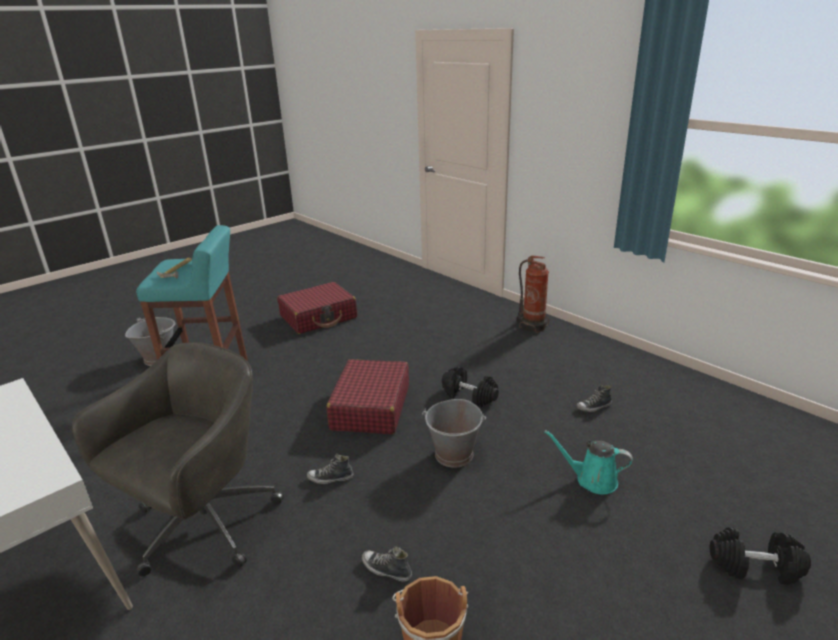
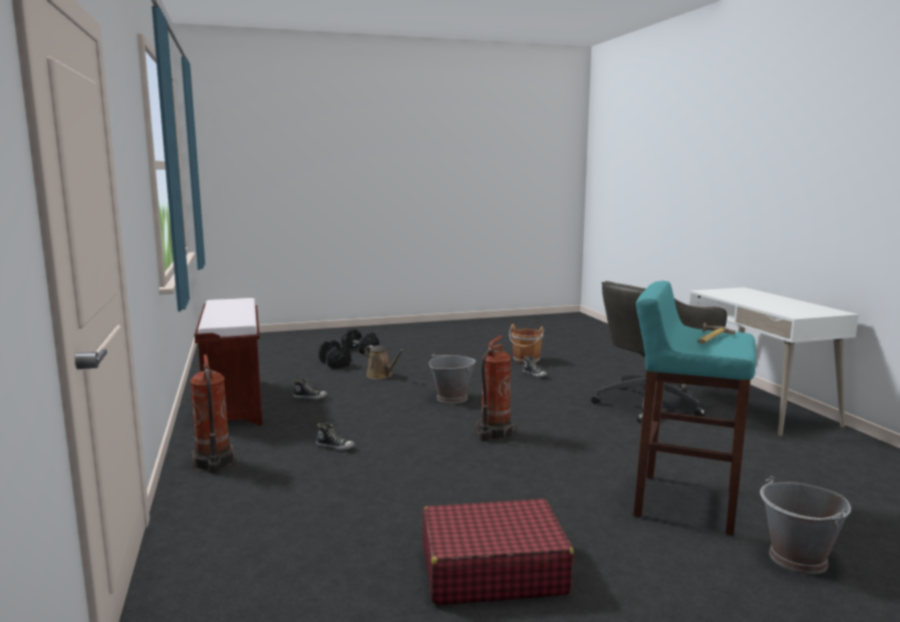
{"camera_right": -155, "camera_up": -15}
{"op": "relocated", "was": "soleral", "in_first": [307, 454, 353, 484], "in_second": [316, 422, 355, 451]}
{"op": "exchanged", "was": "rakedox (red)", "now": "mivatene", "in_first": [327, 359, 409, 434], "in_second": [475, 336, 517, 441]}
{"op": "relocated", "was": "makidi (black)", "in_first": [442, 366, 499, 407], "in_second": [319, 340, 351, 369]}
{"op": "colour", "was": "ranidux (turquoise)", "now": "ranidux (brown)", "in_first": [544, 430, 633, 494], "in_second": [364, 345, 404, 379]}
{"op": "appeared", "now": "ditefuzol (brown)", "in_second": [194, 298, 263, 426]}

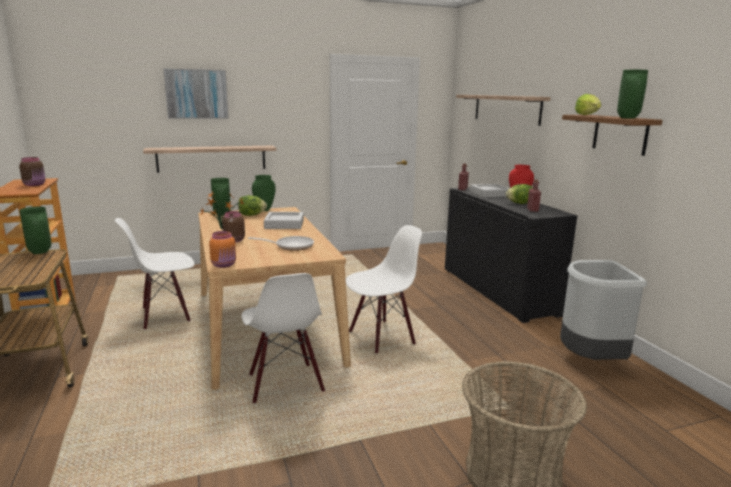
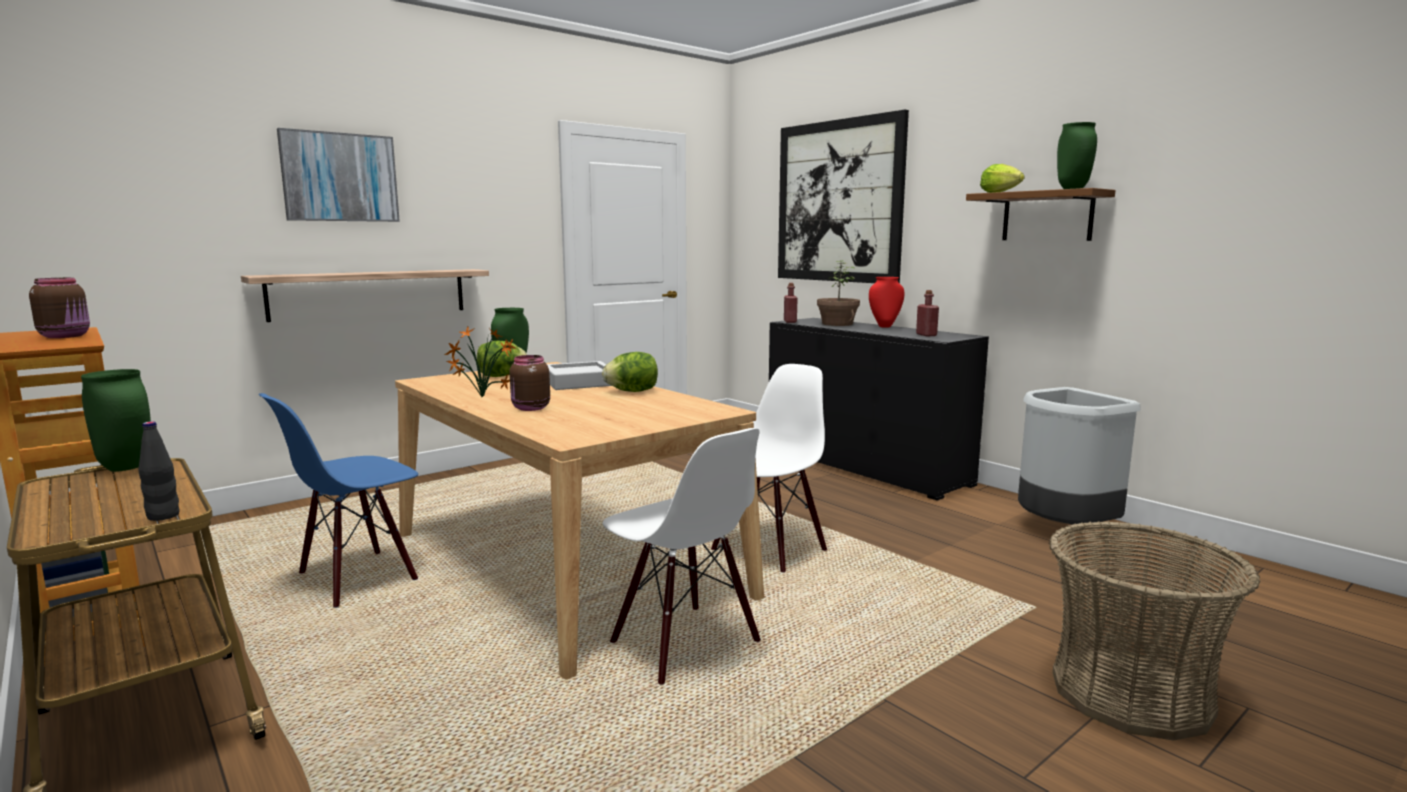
{"camera_right": -20, "camera_up": -5}
{"op": "colour", "was": "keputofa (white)", "now": "keputofa (blue)", "in_first": [115, 218, 195, 330], "in_second": [259, 393, 418, 608]}
{"op": "missing", "was": "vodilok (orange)", "in_first": [209, 231, 236, 268]}
{"op": "missing", "was": "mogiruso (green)", "in_first": [211, 178, 231, 216]}
{"op": "missing", "was": "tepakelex", "in_first": [248, 236, 314, 251]}
{"op": "exchanged", "was": "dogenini", "now": "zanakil", "in_first": [456, 95, 551, 126], "in_second": [778, 110, 909, 283]}
{"op": "exchanged", "was": "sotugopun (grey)", "now": "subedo", "in_first": [470, 184, 510, 197], "in_second": [817, 260, 860, 326]}
{"op": "relocated", "was": "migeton", "in_first": [506, 184, 533, 204], "in_second": [602, 352, 658, 392]}
{"op": "appeared", "now": "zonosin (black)", "in_second": [139, 421, 179, 521]}

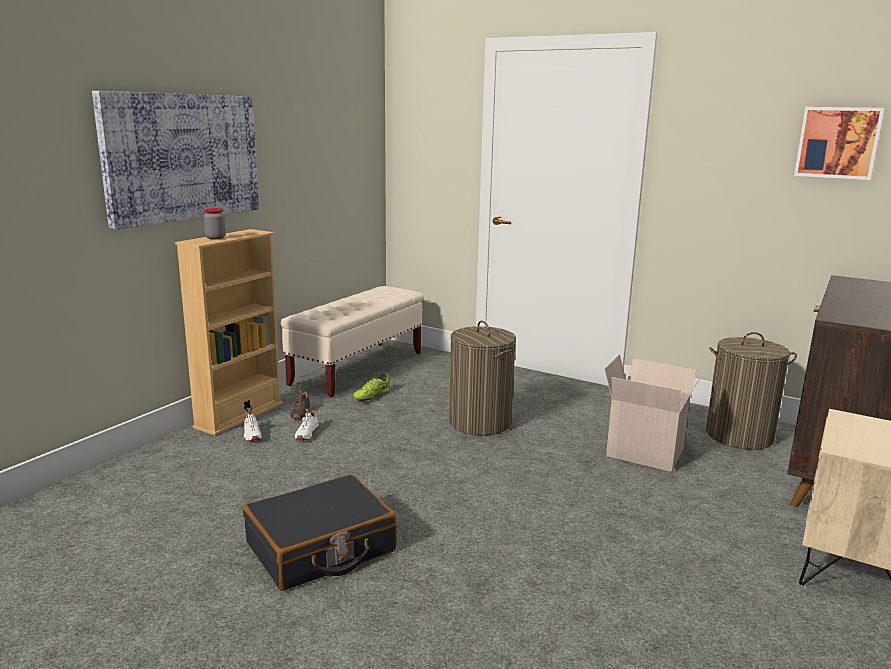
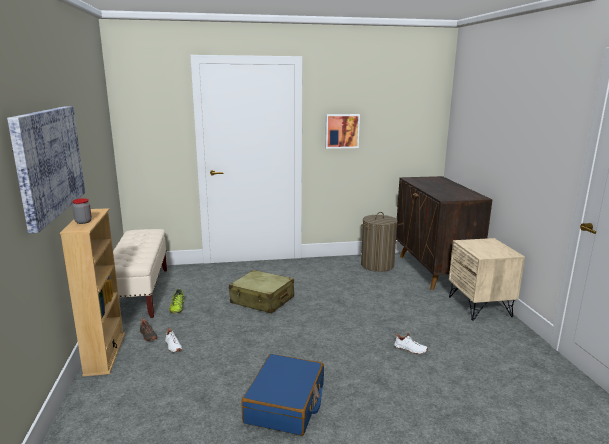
{"camera_right": -40, "camera_up": 0}
{"op": "colour", "was": "rakedox (black)", "now": "rakedox (blue)", "in_first": [243, 475, 397, 591], "in_second": [241, 354, 324, 436]}
{"op": "relocated", "was": "soleral (white)", "in_first": [244, 410, 262, 441], "in_second": [394, 333, 428, 354]}
{"op": "exchanged", "was": "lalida", "now": "rakedox (beige)", "in_first": [449, 320, 516, 436], "in_second": [229, 270, 294, 314]}
{"op": "missing", "was": "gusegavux", "in_first": [604, 354, 705, 472]}
{"op": "relocated", "was": "zanakil", "in_first": [794, 107, 884, 180], "in_second": [325, 114, 360, 149]}

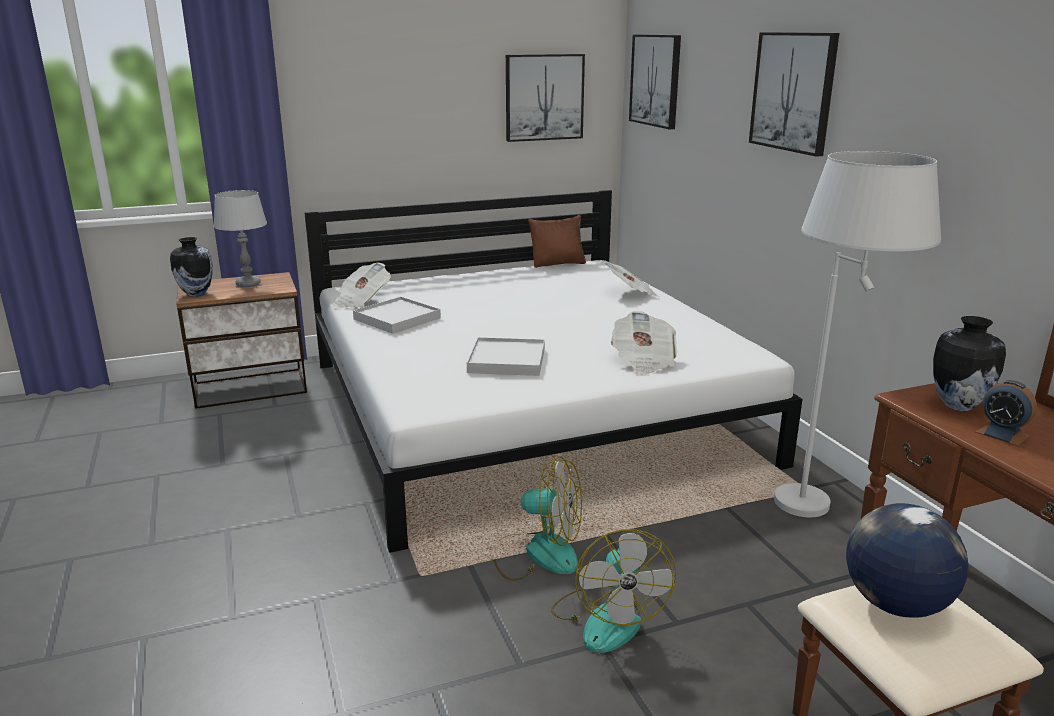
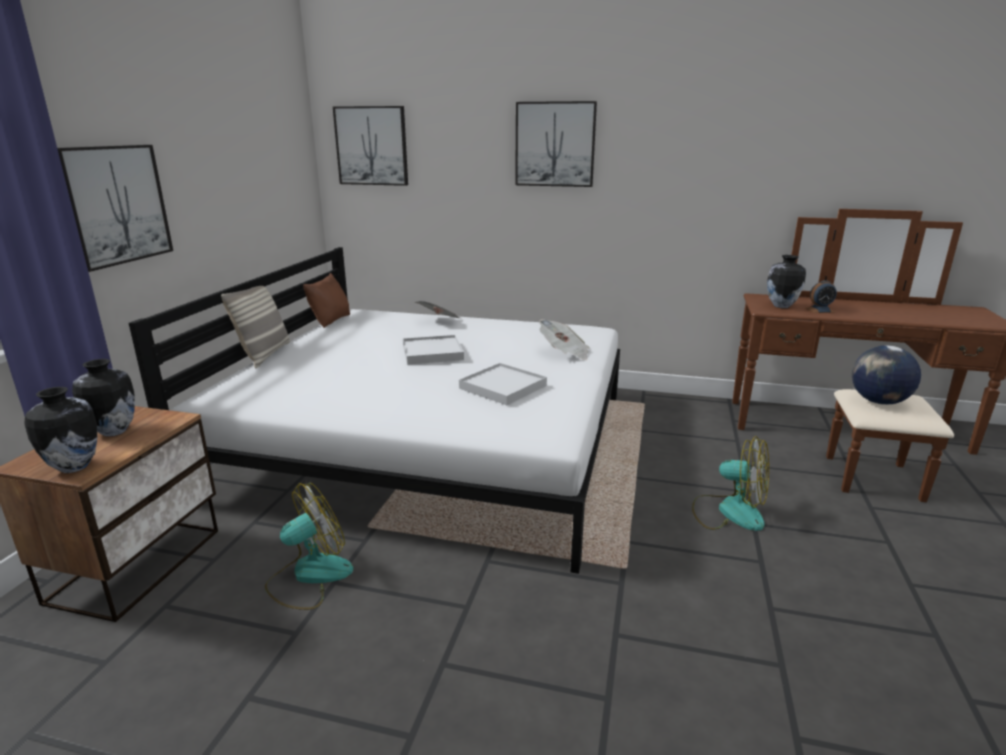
{"camera_right": -55, "camera_up": 0}
{"op": "exchanged", "was": "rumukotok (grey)", "now": "mogiruso", "in_first": [214, 190, 267, 287], "in_second": [72, 359, 135, 437]}
{"op": "missing", "was": "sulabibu", "in_first": [332, 263, 391, 308]}
{"op": "relocated", "was": "sotugopun (white)", "in_first": [353, 297, 441, 334], "in_second": [403, 335, 464, 365]}
{"op": "relocated", "was": "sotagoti", "in_first": [493, 457, 582, 581], "in_second": [265, 483, 353, 610]}
{"op": "relocated", "was": "zanakil", "in_first": [506, 54, 585, 142], "in_second": [57, 145, 173, 272]}
{"op": "missing", "was": "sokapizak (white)", "in_first": [774, 151, 941, 517]}
{"op": "appeared", "now": "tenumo", "in_second": [221, 286, 290, 368]}

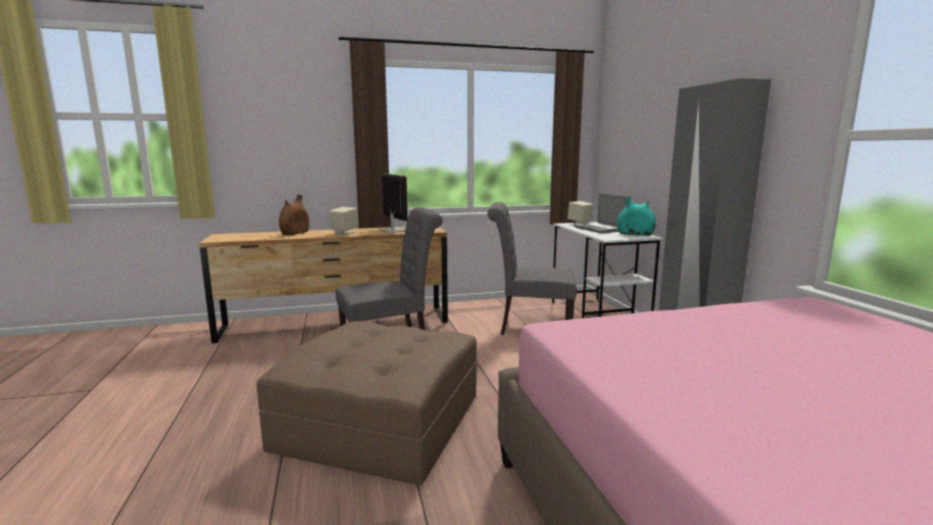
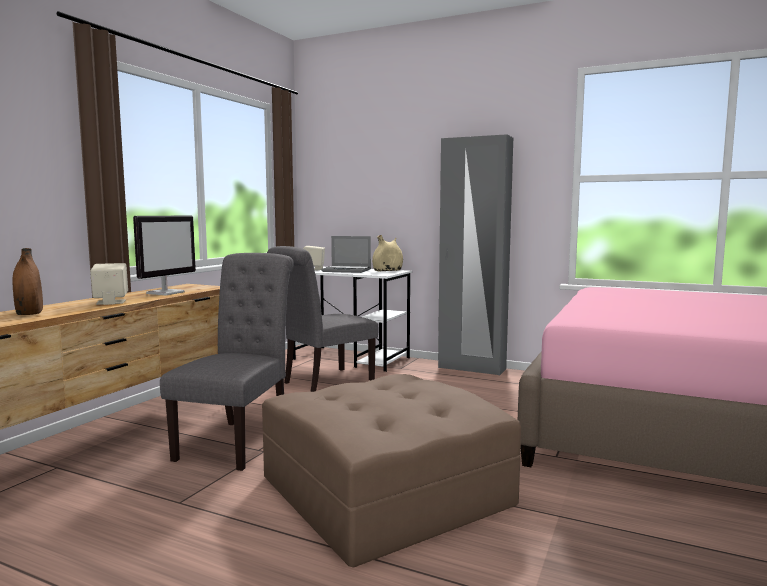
{"camera_right": -50, "camera_up": -5}
{"op": "spun", "was": "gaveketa", "in_first": [381, 174, 408, 233], "in_second": [133, 216, 196, 295], "clockwise": 105}
{"op": "colour", "was": "mogiruso (turquoise)", "now": "mogiruso (beige)", "in_first": [617, 196, 656, 236], "in_second": [372, 235, 403, 271]}

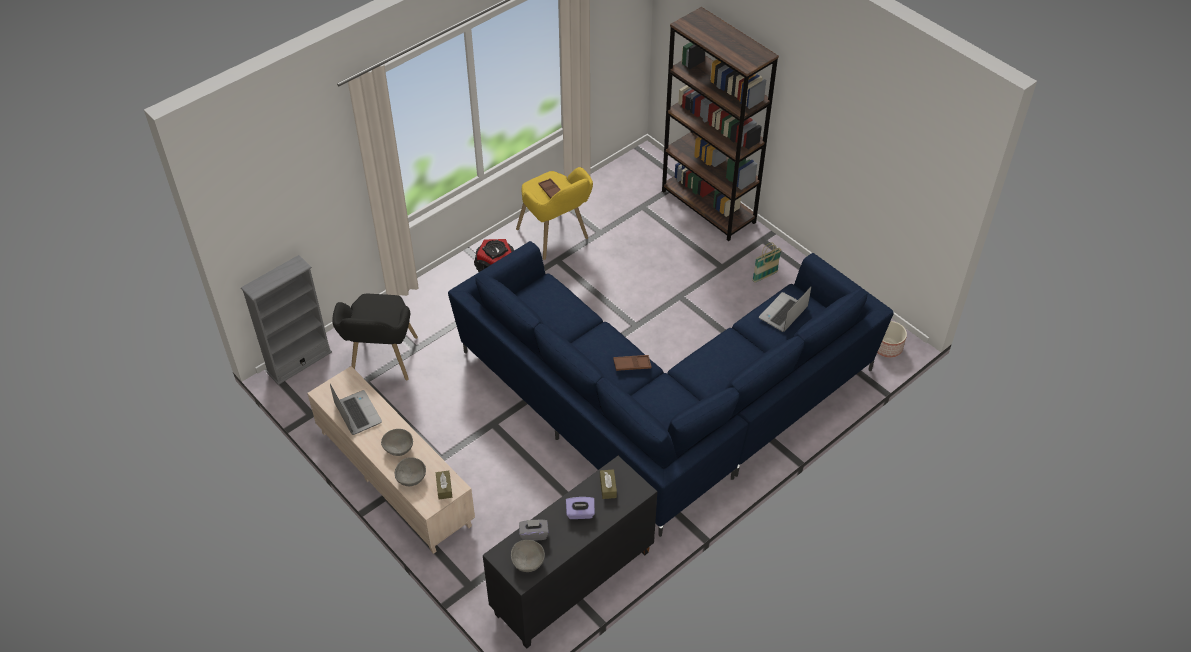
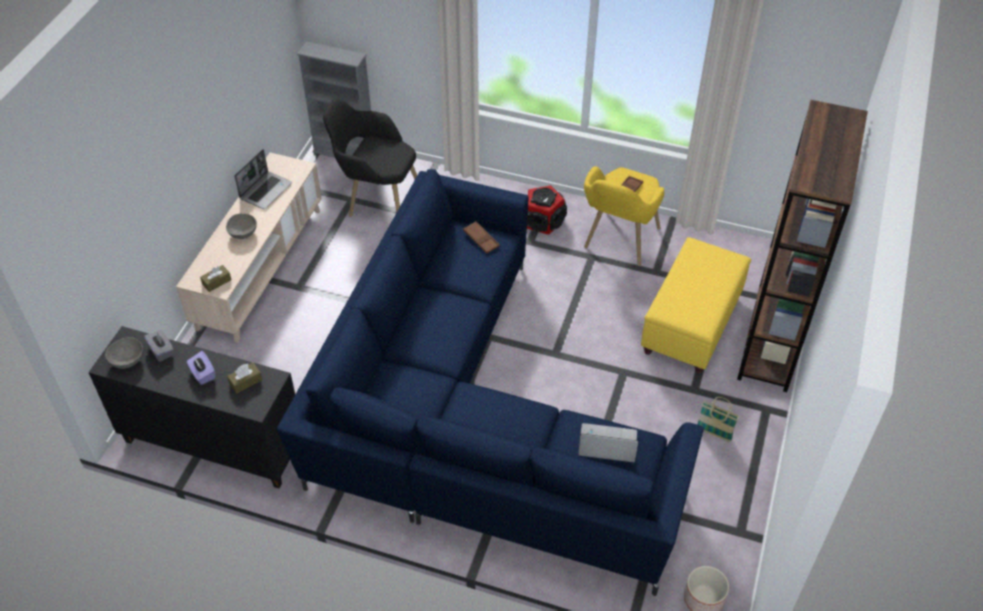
{"camera_right": 60, "camera_up": 0}
{"op": "spun", "was": "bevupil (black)", "in_first": [333, 294, 418, 380], "in_second": [323, 99, 417, 217], "clockwise": 45}
{"op": "missing", "was": "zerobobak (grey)", "in_first": [395, 457, 426, 486]}
{"op": "relocated", "was": "sotugopun (brown)", "in_first": [613, 355, 652, 371], "in_second": [463, 221, 500, 254]}
{"op": "appeared", "now": "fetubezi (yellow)", "in_second": [641, 237, 751, 374]}

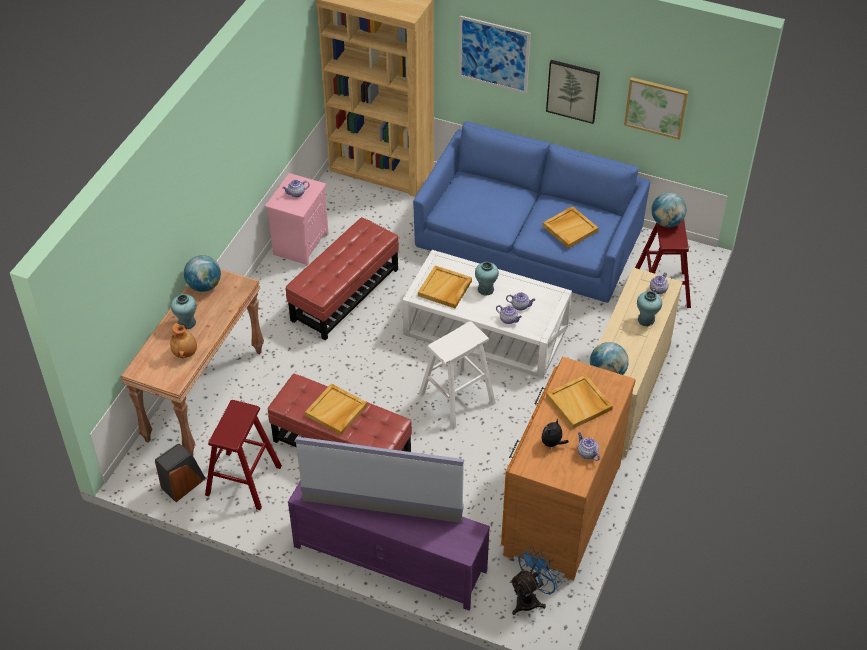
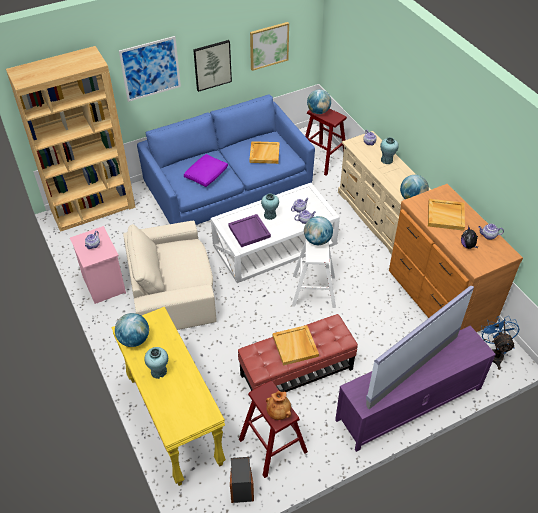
{"camera_right": -50, "camera_up": 0}
{"op": "colour", "was": "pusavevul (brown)", "now": "pusavevul (yellow)", "in_first": [121, 269, 264, 455], "in_second": [111, 307, 226, 486]}
{"op": "relocated", "was": "mogiruso (brown)", "in_first": [170, 323, 197, 358], "in_second": [266, 391, 291, 420]}
{"op": "exchanged", "was": "fetubezi (red)", "now": "bevupil (beige)", "in_first": [285, 217, 399, 341], "in_second": [123, 220, 217, 330]}
{"op": "colour", "was": "sotugopun (beige)", "now": "sotugopun (purple)", "in_first": [418, 266, 472, 308], "in_second": [228, 214, 271, 247]}
{"op": "appeared", "now": "tenumo (purple)", "in_second": [184, 154, 228, 187]}
{"op": "appeared", "now": "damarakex", "in_second": [304, 216, 333, 245]}

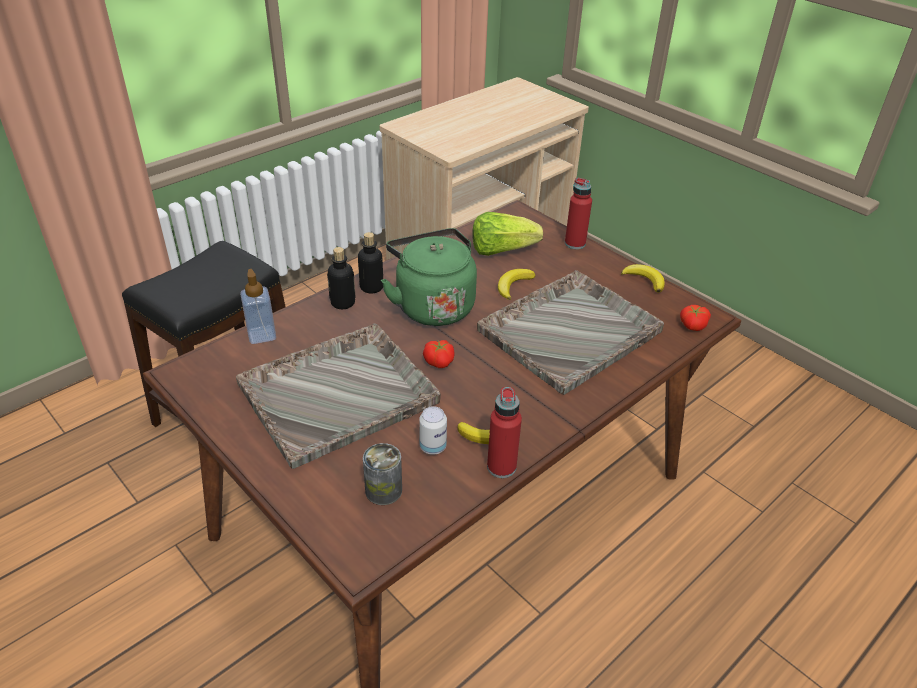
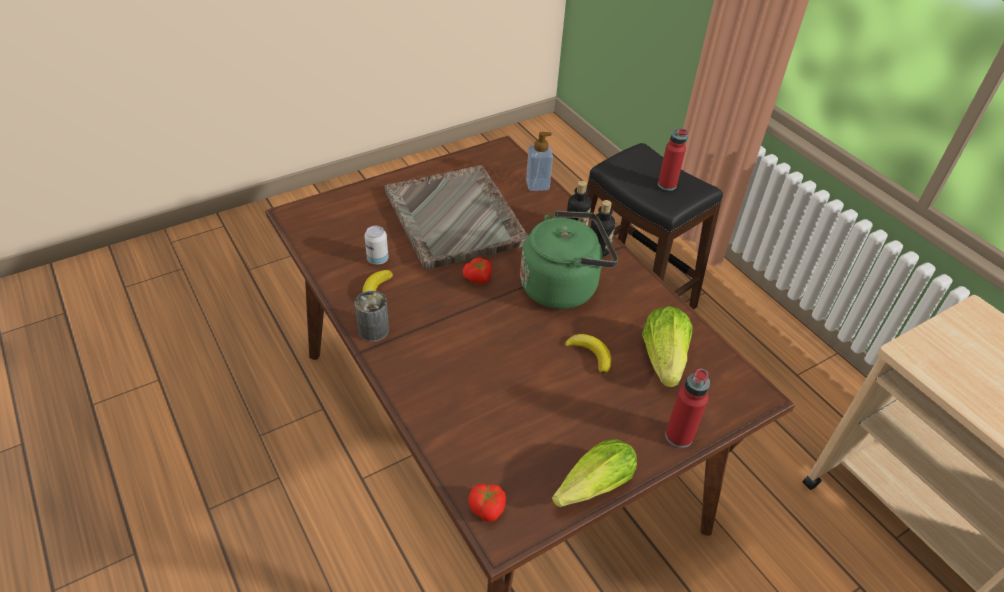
{"camera_right": 100, "camera_up": 5}
{"op": "relocated", "was": "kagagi", "in_first": [363, 443, 402, 505], "in_second": [355, 291, 389, 342]}
{"op": "missing", "was": "sotugopun (grey)", "in_first": [477, 270, 664, 395]}
{"op": "relocated", "was": "zonosin (red)", "in_first": [487, 387, 522, 478], "in_second": [658, 129, 688, 191]}
{"op": "exchanged", "was": "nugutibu", "now": "migeton", "in_first": [621, 264, 665, 292], "in_second": [552, 439, 637, 507]}

